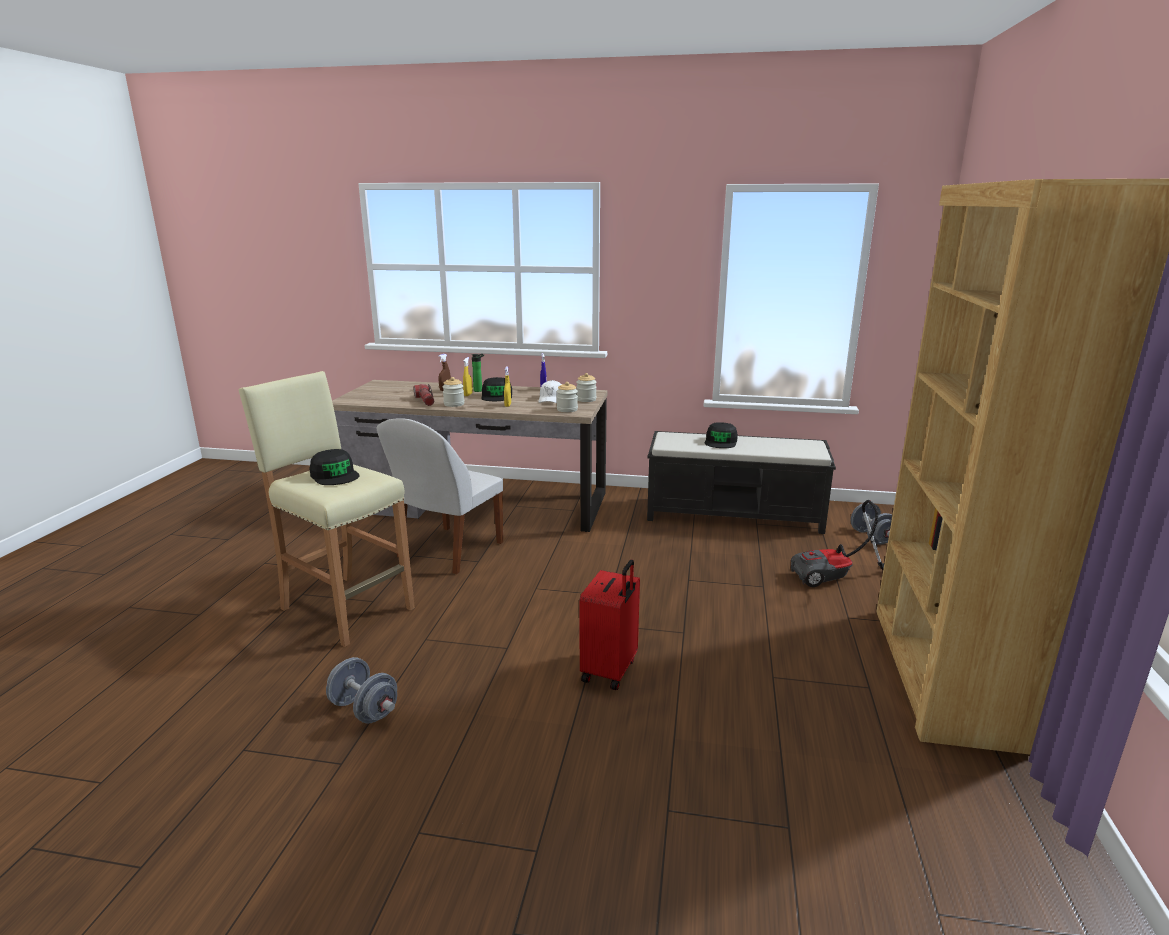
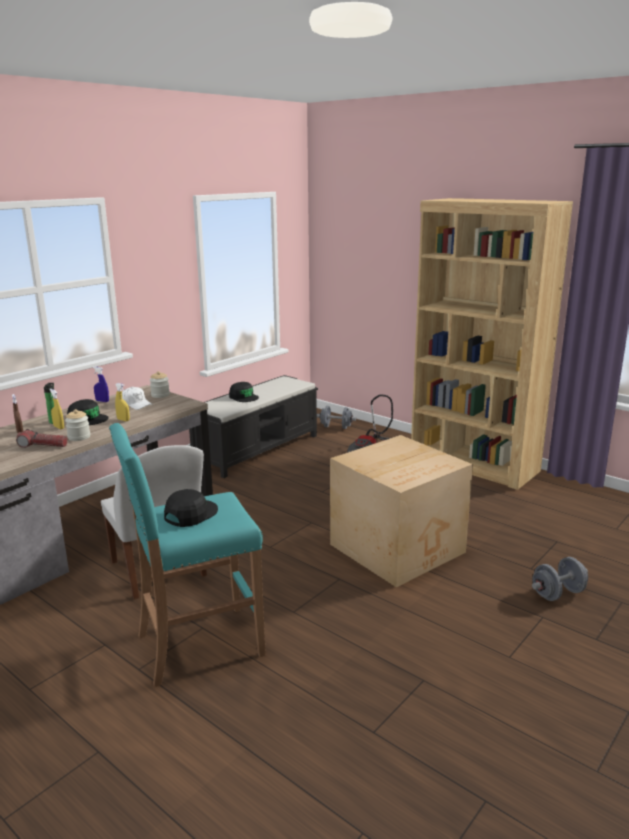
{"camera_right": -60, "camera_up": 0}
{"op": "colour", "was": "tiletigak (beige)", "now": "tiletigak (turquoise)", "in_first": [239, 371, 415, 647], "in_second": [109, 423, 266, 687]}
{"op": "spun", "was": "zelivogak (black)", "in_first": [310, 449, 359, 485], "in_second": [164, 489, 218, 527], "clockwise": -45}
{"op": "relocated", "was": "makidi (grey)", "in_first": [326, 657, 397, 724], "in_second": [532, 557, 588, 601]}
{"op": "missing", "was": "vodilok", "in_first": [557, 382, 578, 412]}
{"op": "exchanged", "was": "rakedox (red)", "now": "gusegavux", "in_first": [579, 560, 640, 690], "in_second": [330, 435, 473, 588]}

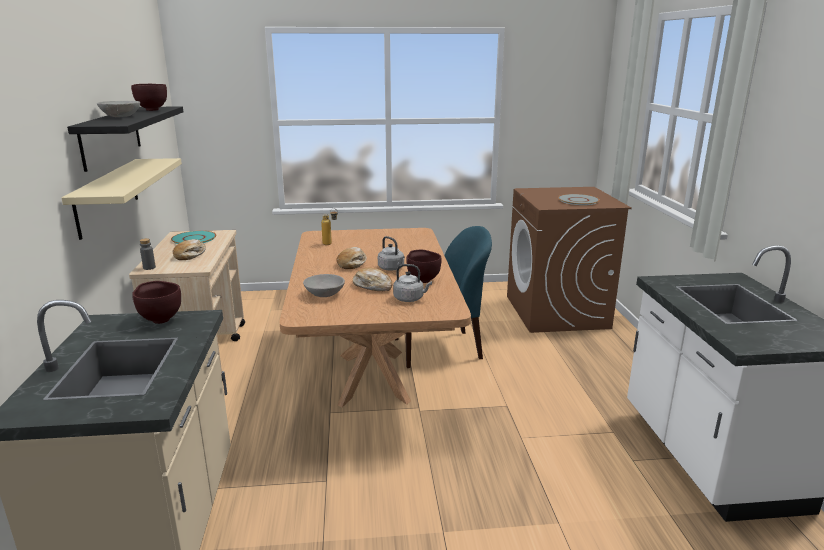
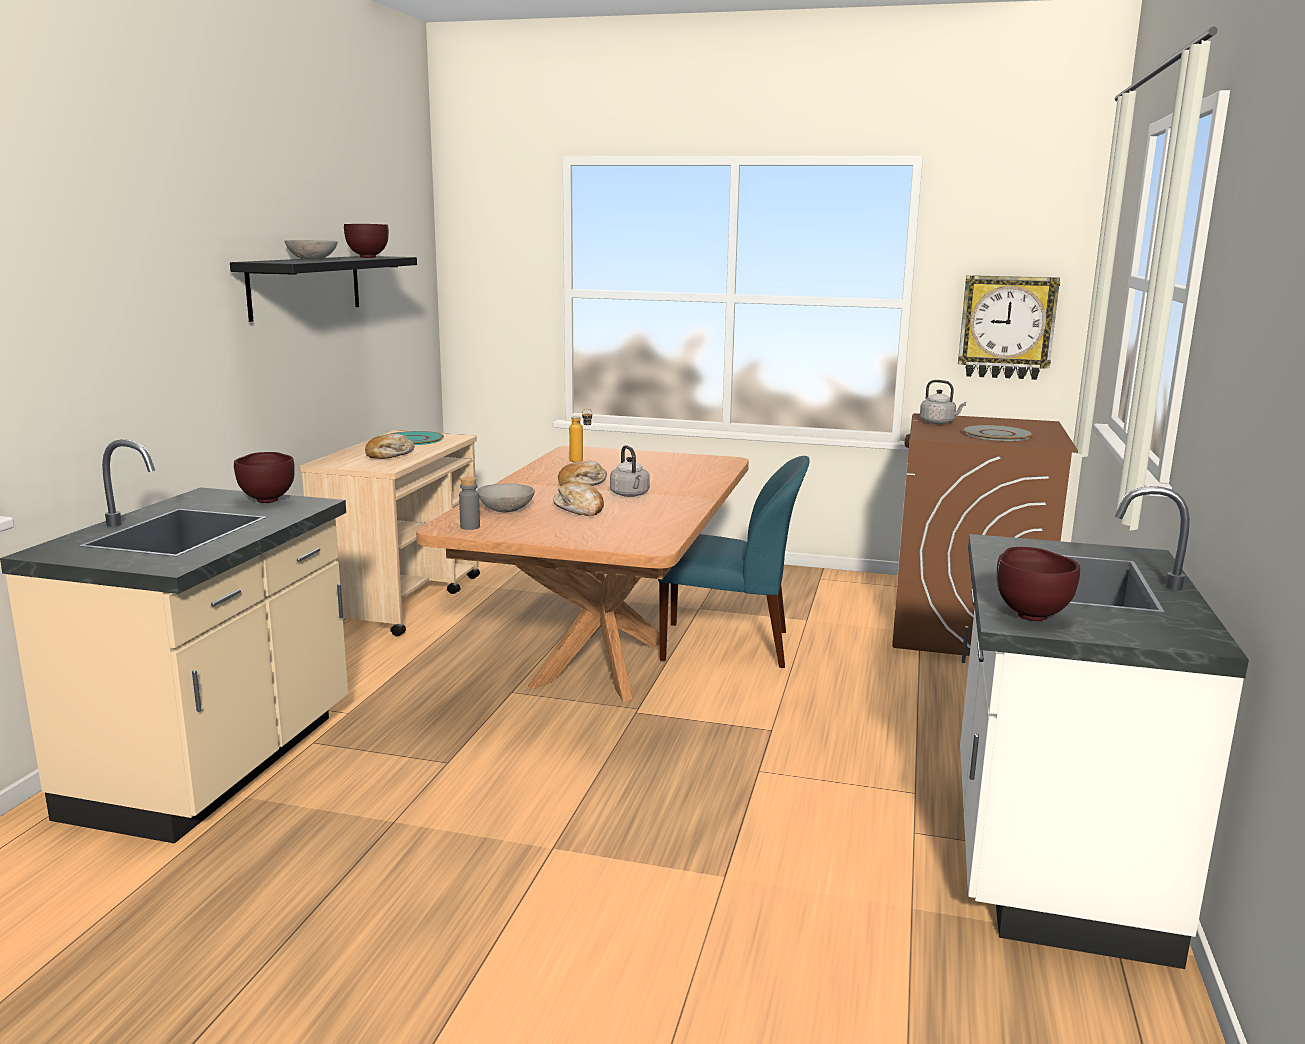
{"camera_right": 20, "camera_up": -5}
{"op": "missing", "was": "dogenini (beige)", "in_first": [62, 158, 182, 240]}
{"op": "relocated", "was": "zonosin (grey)", "in_first": [140, 238, 156, 270], "in_second": [459, 477, 480, 530]}
{"op": "relocated", "was": "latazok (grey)", "in_first": [393, 264, 432, 302], "in_second": [920, 380, 966, 424]}
{"op": "relocated", "was": "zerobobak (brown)", "in_first": [406, 250, 441, 283], "in_second": [997, 547, 1080, 621]}
{"op": "appeared", "now": "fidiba", "in_second": [958, 275, 1060, 380]}

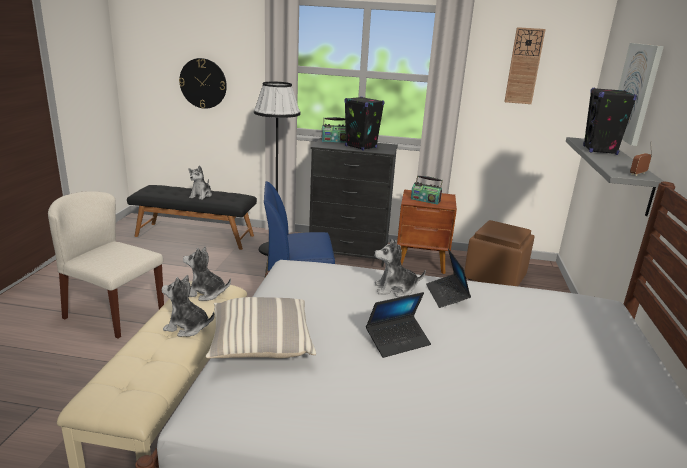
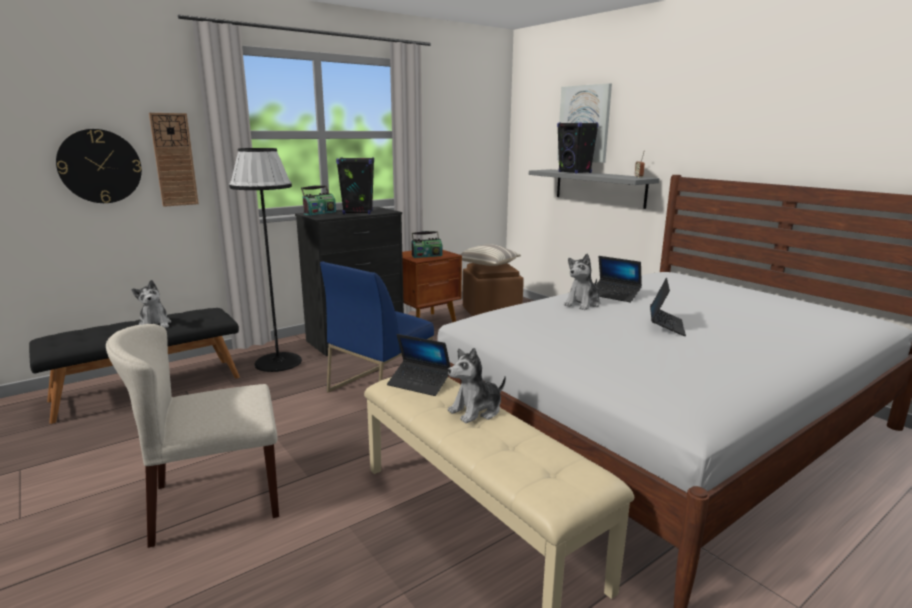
{"camera_right": -45, "camera_up": -5}
{"op": "exchanged", "was": "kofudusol", "now": "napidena", "in_first": [183, 246, 231, 301], "in_second": [387, 334, 450, 396]}
{"op": "relocated", "was": "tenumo", "in_first": [206, 297, 316, 359], "in_second": [460, 244, 521, 266]}
{"op": "relocated", "was": "fidiba", "in_first": [504, 27, 546, 104], "in_second": [149, 113, 199, 207]}

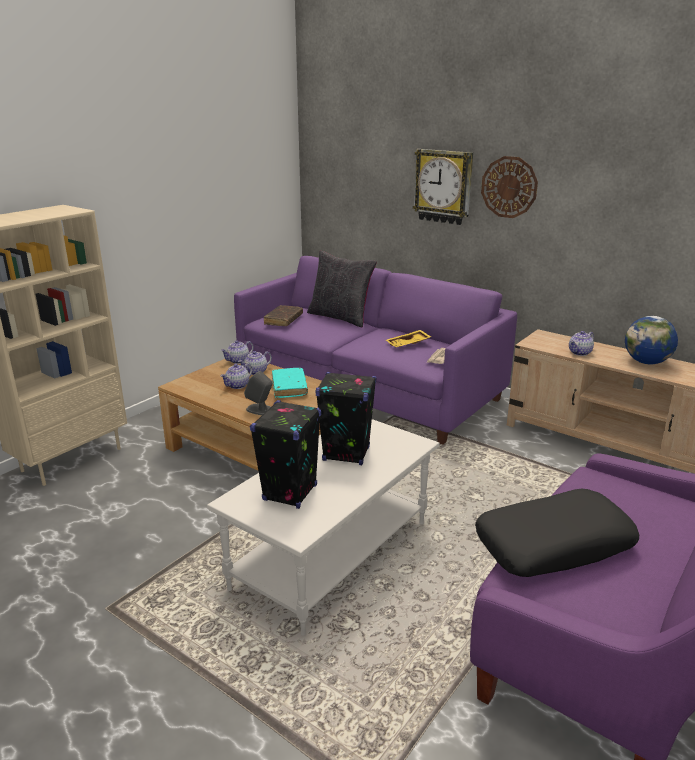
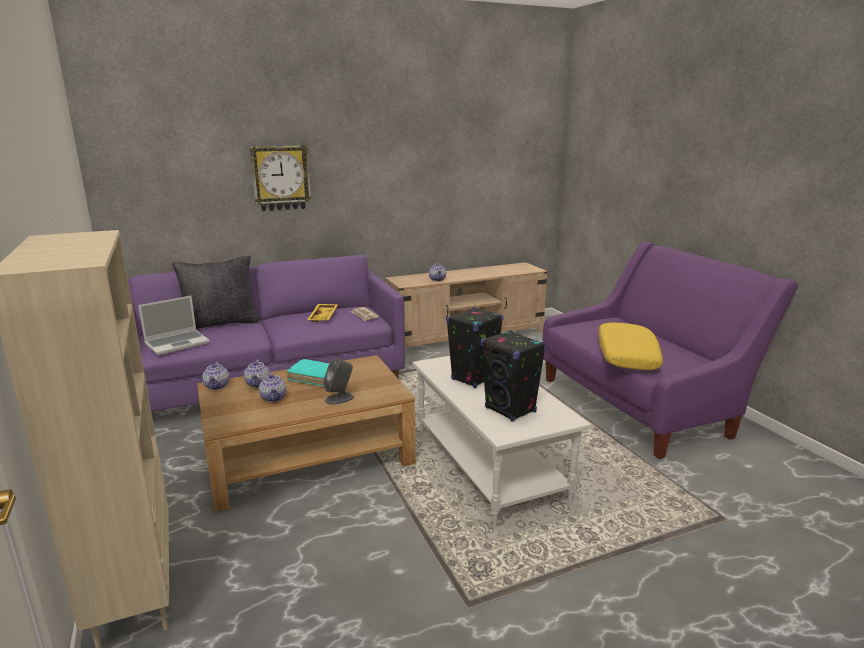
{"camera_right": -60, "camera_up": -5}
{"op": "exchanged", "was": "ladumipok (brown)", "now": "napidena", "in_first": [263, 305, 303, 326], "in_second": [138, 296, 210, 355]}
{"op": "colour", "was": "tenumo (black)", "now": "tenumo (yellow)", "in_first": [475, 489, 639, 577], "in_second": [598, 322, 663, 370]}
{"op": "missing", "was": "fidiba", "in_first": [481, 156, 538, 218]}
{"op": "missing", "was": "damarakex", "in_first": [625, 316, 678, 364]}

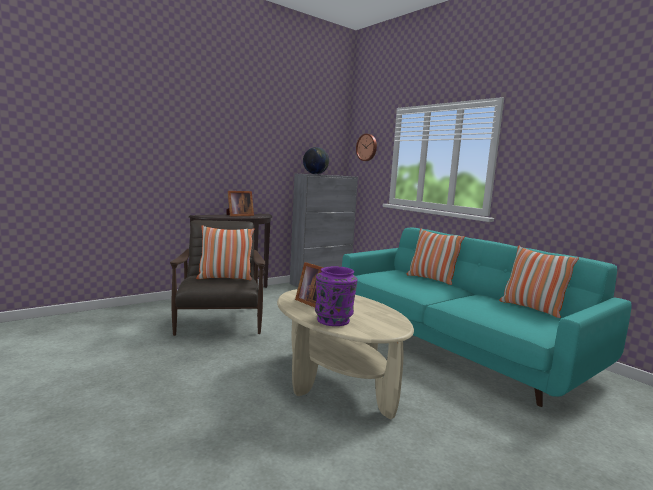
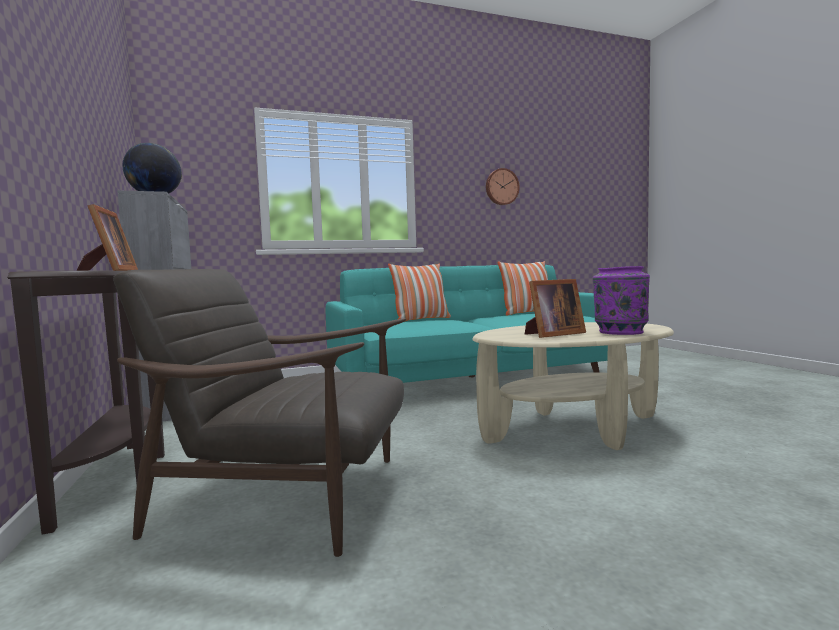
{"camera_right": -70, "camera_up": -5}
{"op": "missing", "was": "tenumo", "in_first": [196, 225, 254, 280]}
{"op": "relocated", "was": "fidiba", "in_first": [356, 134, 377, 161], "in_second": [486, 168, 520, 205]}

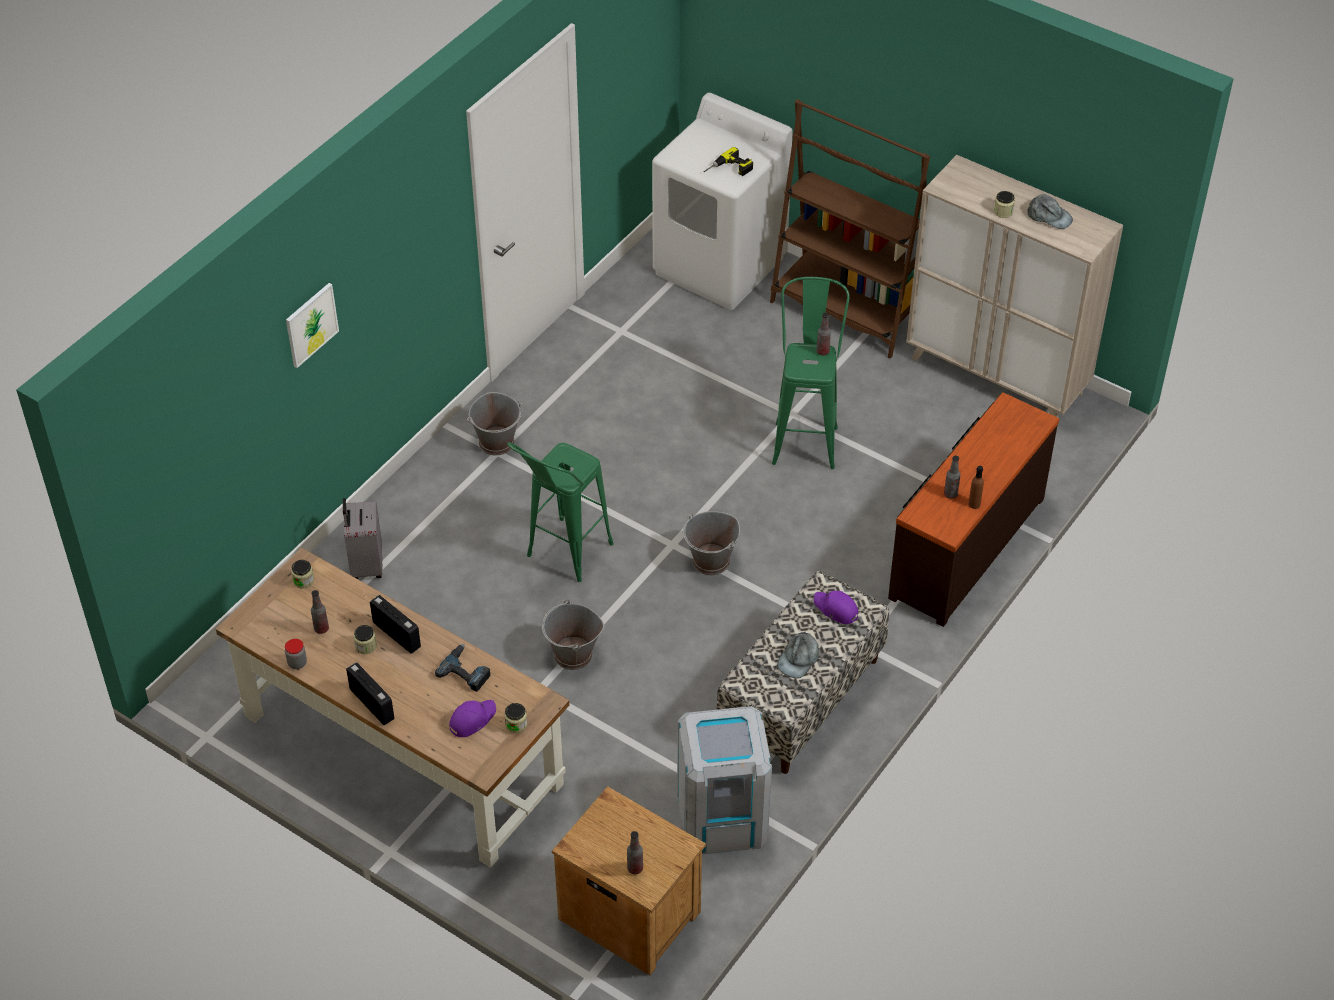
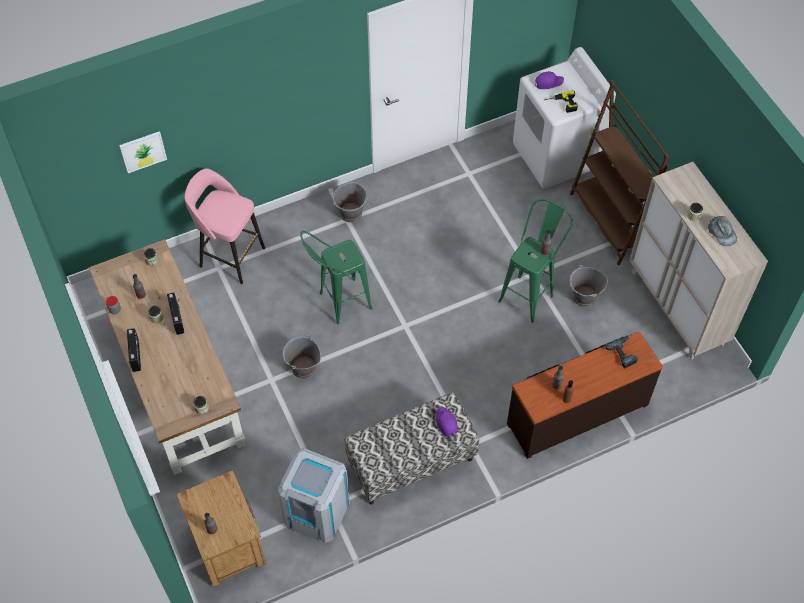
{"camera_right": 30, "camera_up": 10}
{"op": "relocated", "was": "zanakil", "in_first": [286, 283, 339, 368], "in_second": [119, 131, 167, 173]}
{"op": "exchanged", "was": "rakedox (grey)", "now": "tiletigak (pink)", "in_first": [343, 498, 382, 579], "in_second": [185, 169, 265, 284]}
{"op": "relocated", "was": "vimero", "in_first": [435, 644, 491, 692], "in_second": [605, 335, 638, 369]}
{"op": "relocated", "was": "zelivogak (purple)", "in_first": [449, 700, 496, 737], "in_second": [535, 71, 564, 89]}
{"op": "relocated", "was": "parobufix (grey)", "in_first": [683, 511, 740, 575], "in_second": [570, 265, 608, 307]}
{"op": "missing", "was": "zelivogak (grey)", "in_first": [777, 632, 819, 679]}

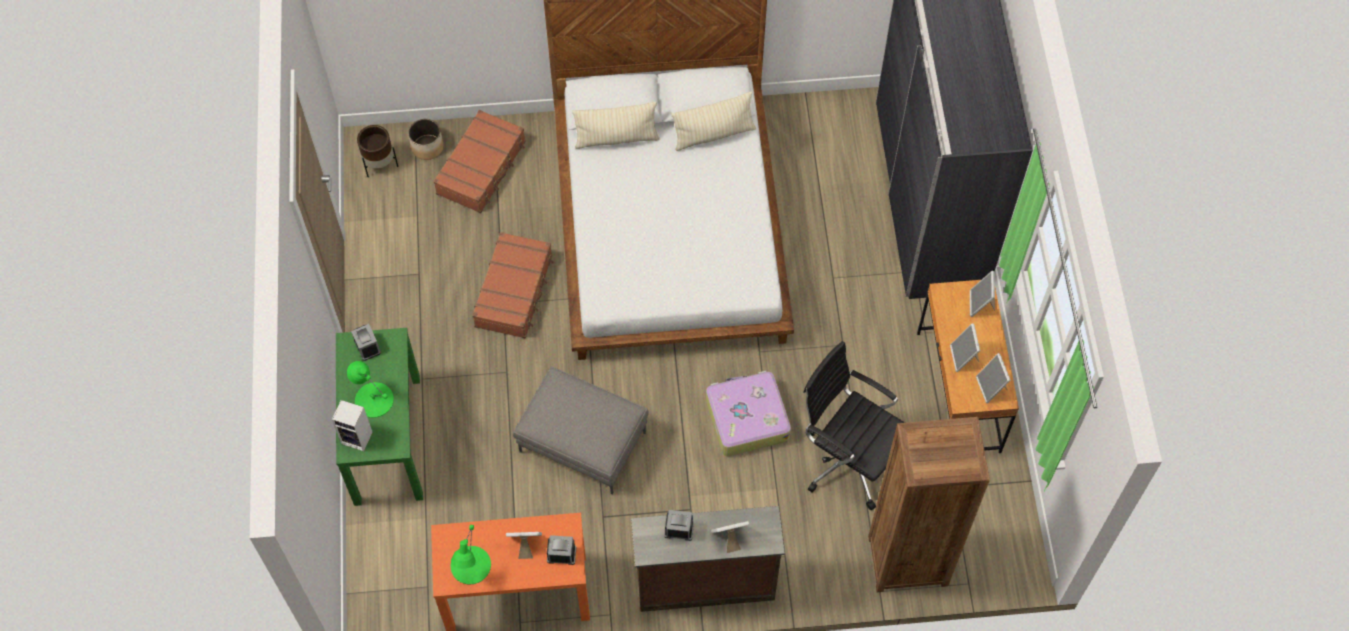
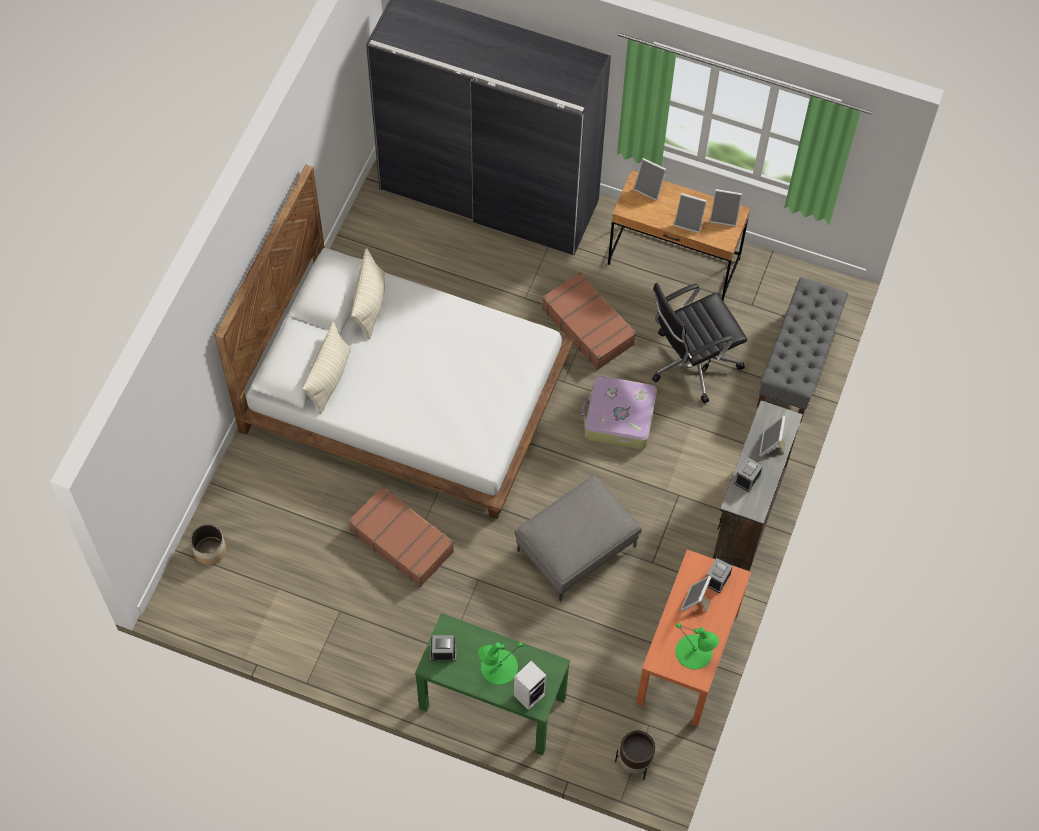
{"camera_right": -65, "camera_up": 0}
{"op": "relocated", "was": "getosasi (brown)", "in_first": [357, 125, 398, 177], "in_second": [615, 731, 655, 780]}
{"op": "relocated", "was": "rakedox (brown)", "in_first": [433, 110, 526, 213], "in_second": [542, 272, 636, 370]}
{"op": "exchanged", "was": "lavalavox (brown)", "now": "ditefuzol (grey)", "in_first": [868, 417, 990, 592], "in_second": [757, 277, 848, 422]}

